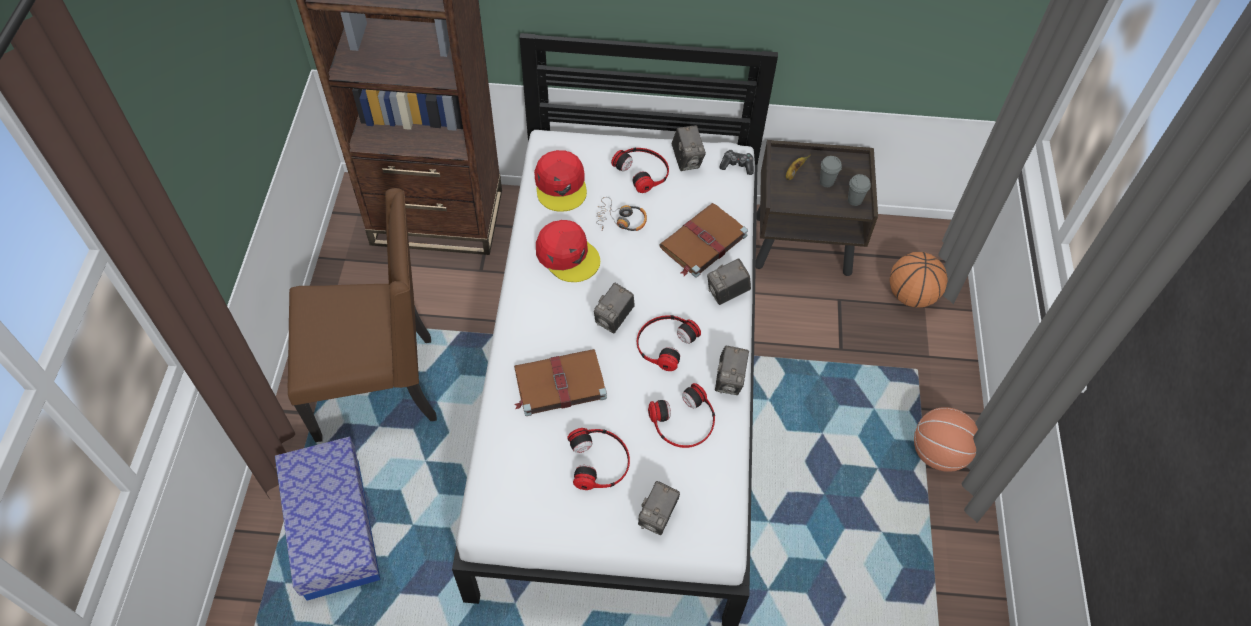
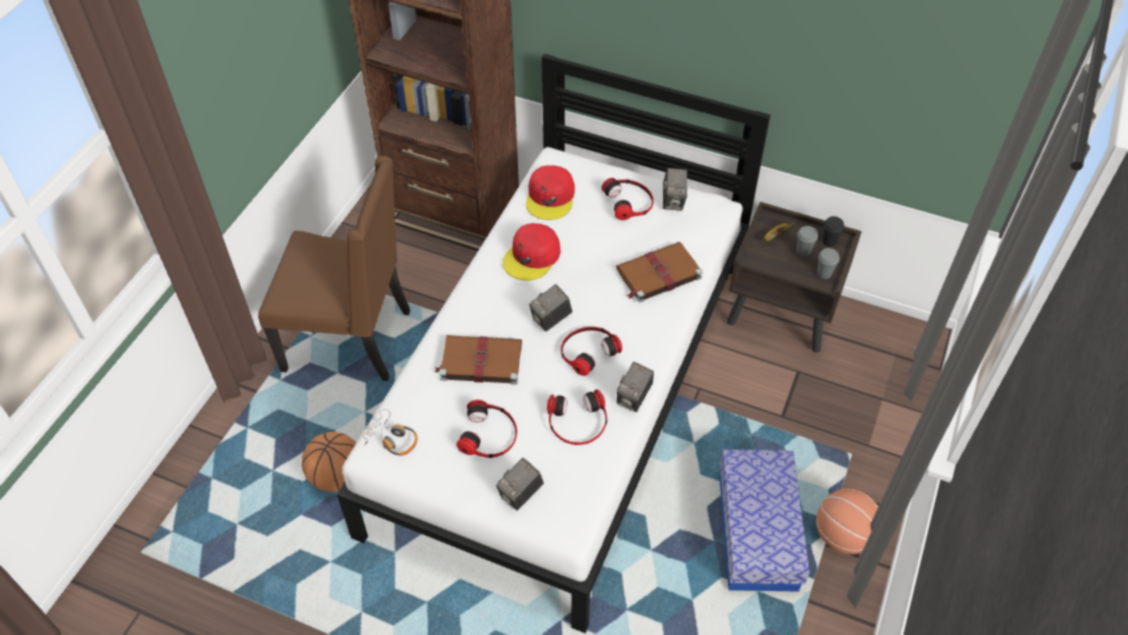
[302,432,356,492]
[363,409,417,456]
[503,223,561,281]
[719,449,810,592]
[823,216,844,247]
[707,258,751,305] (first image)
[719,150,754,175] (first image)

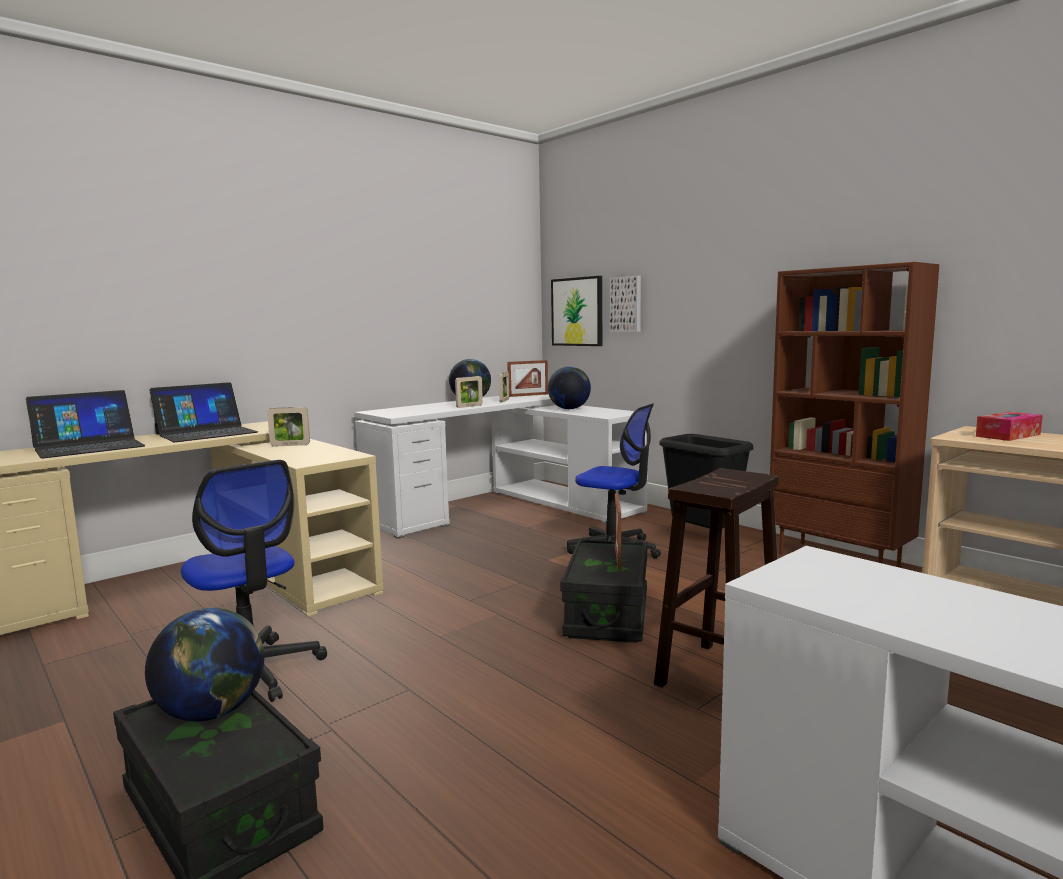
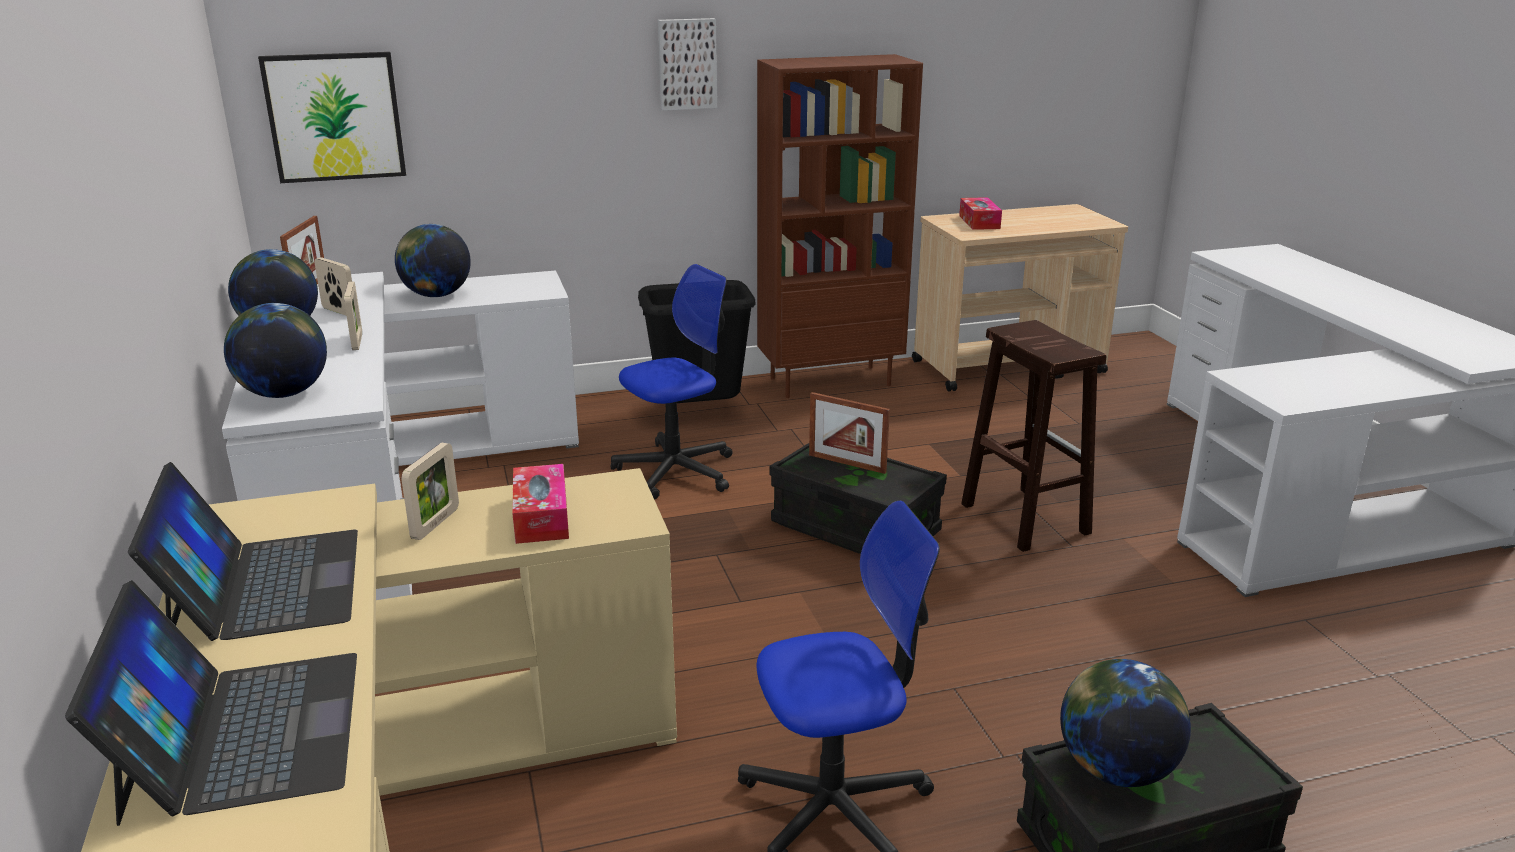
[224,303,327,398]
[512,464,569,544]
[658,18,717,111]

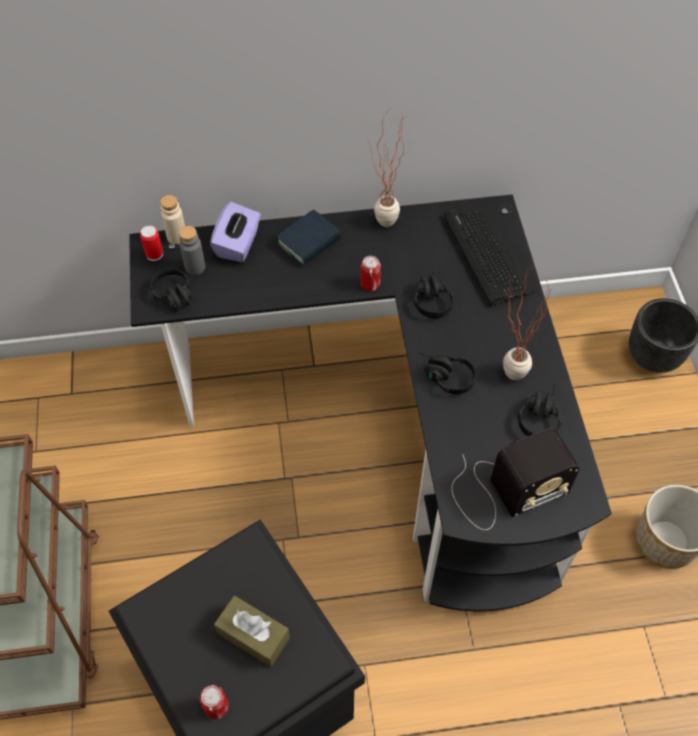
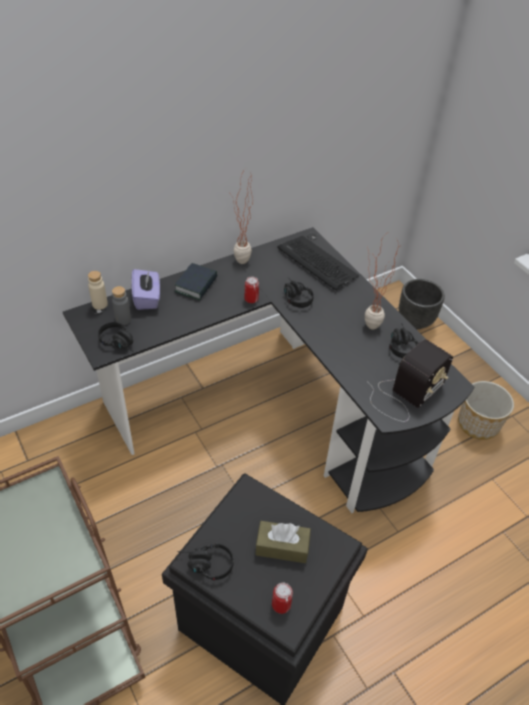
[178,543,234,580]
[140,225,163,261] (first image)

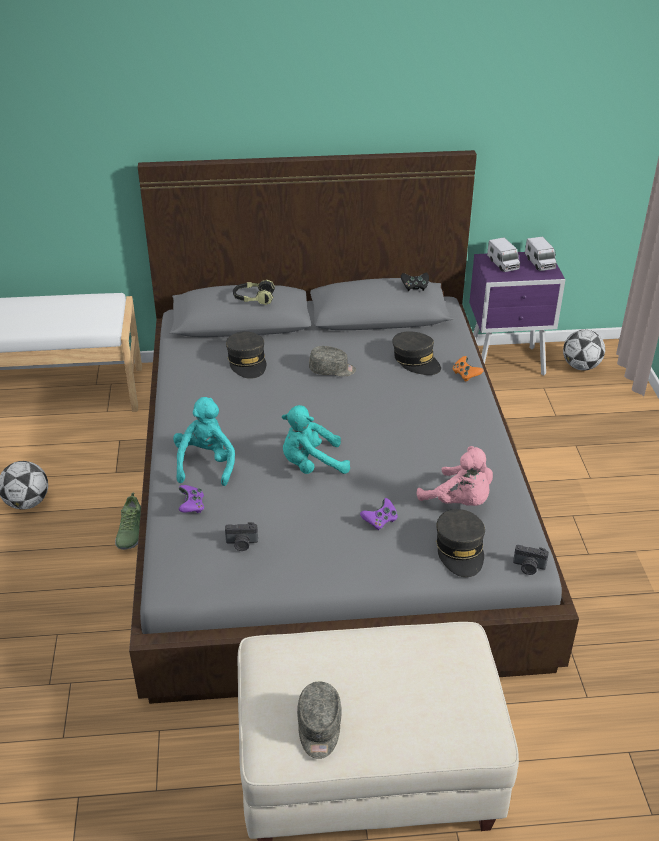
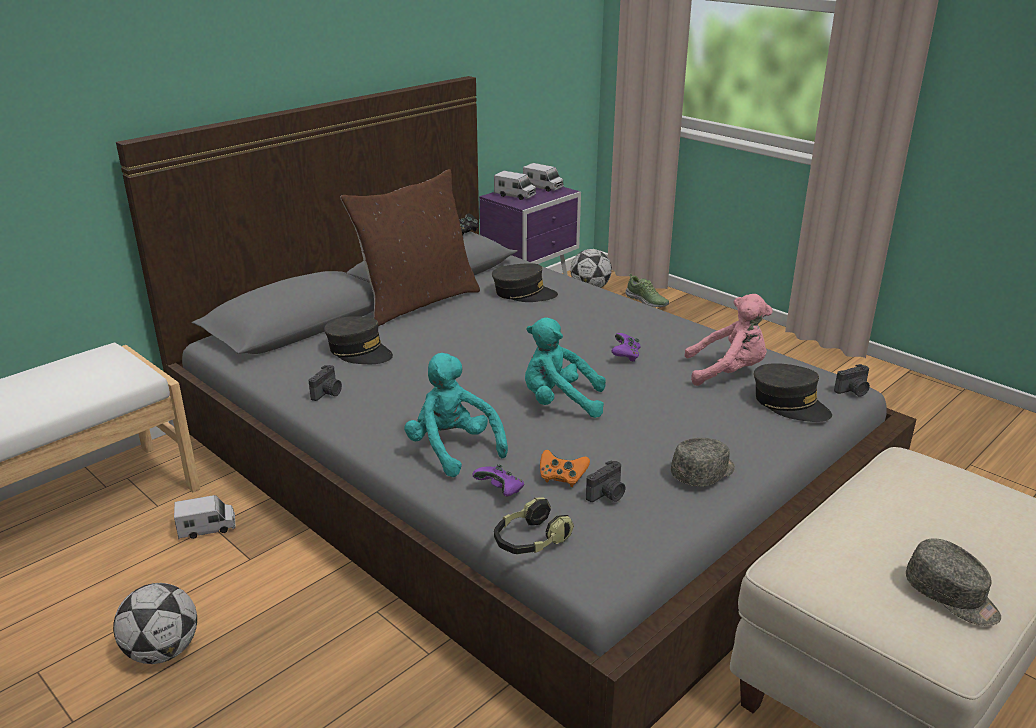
[174,495,236,539]
[308,365,342,401]
[340,169,480,326]
[494,497,574,554]
[525,318,606,418]
[540,450,590,487]
[612,333,640,362]
[625,274,669,307]
[671,438,735,487]

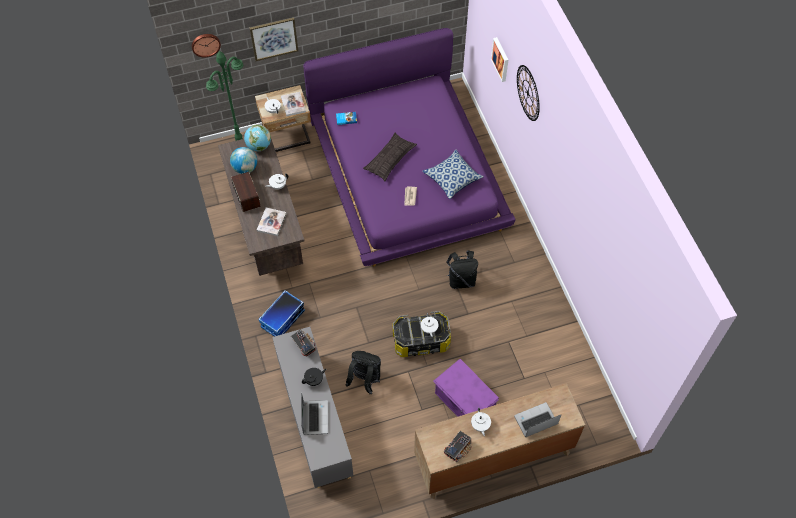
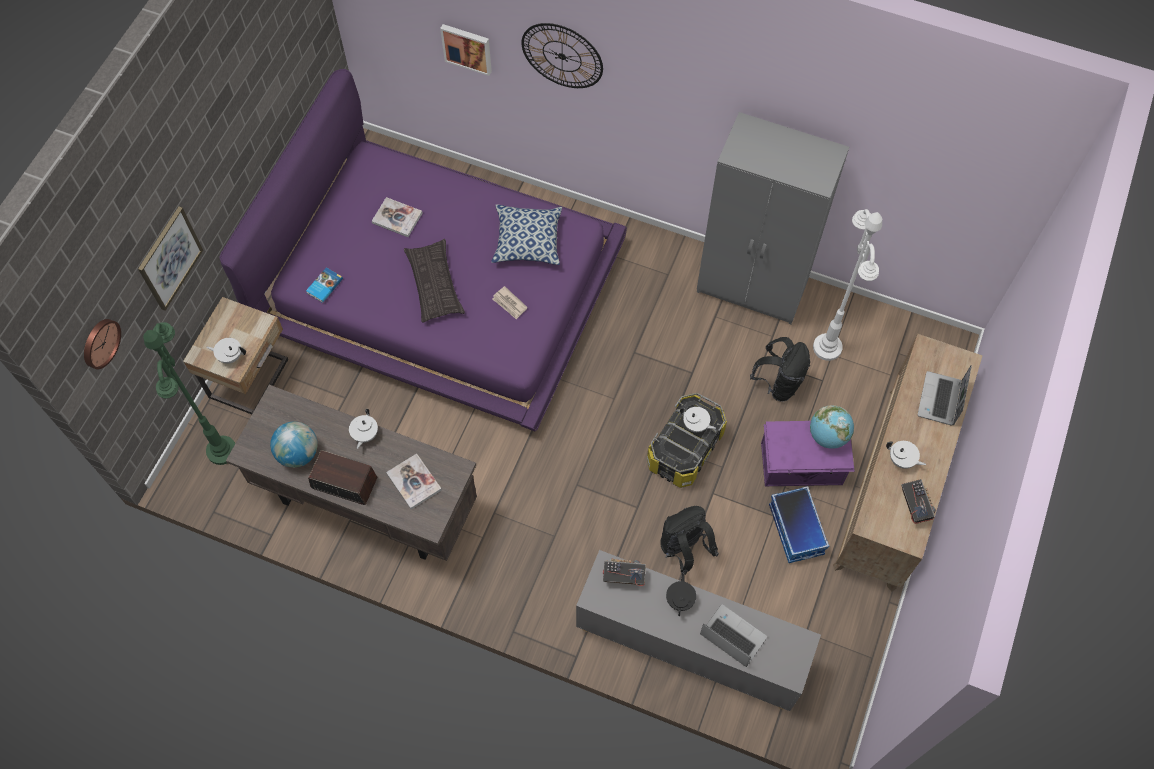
[372,197,422,237]
[697,112,849,324]
[750,337,810,402]
[769,486,829,563]
[810,405,854,449]
[813,209,882,361]

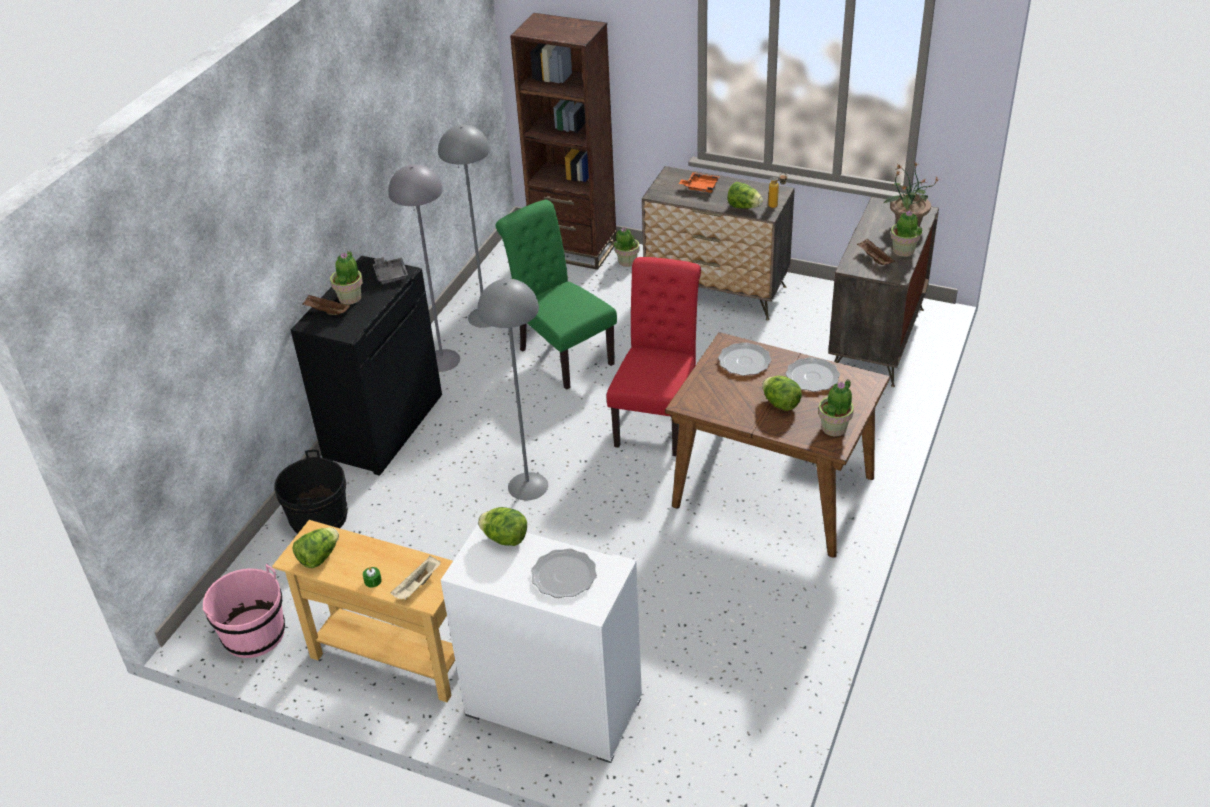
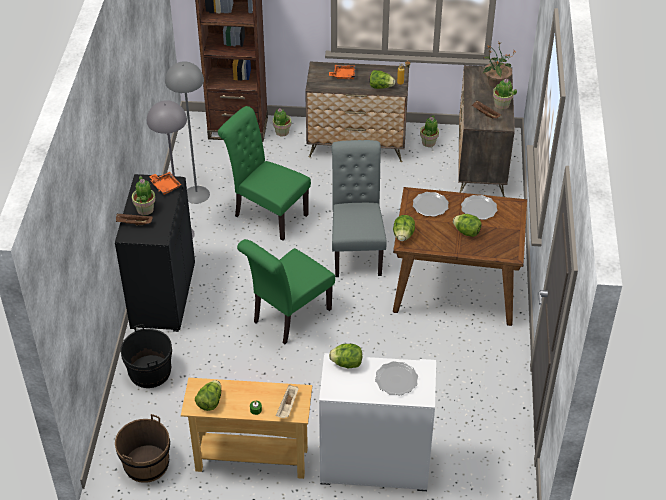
[115,414,170,483]
[149,172,181,195]
[237,239,335,344]
[331,140,387,277]
[393,215,415,241]
[420,115,439,147]

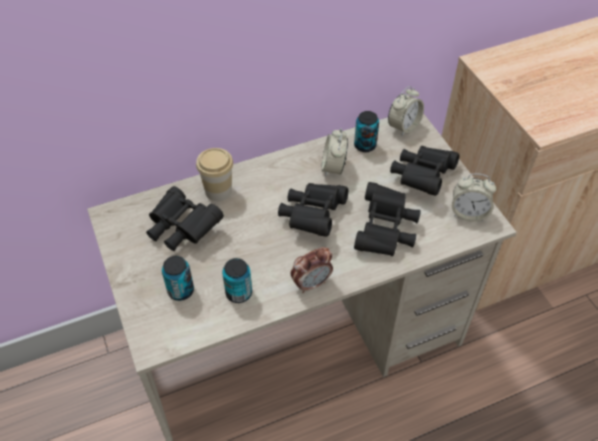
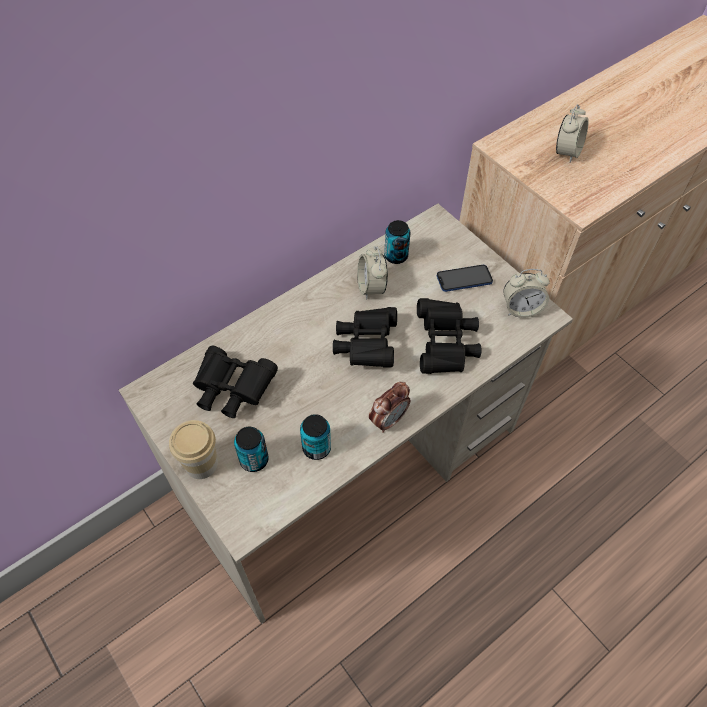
[169,420,218,479]
[437,265,493,292]
[556,104,589,162]

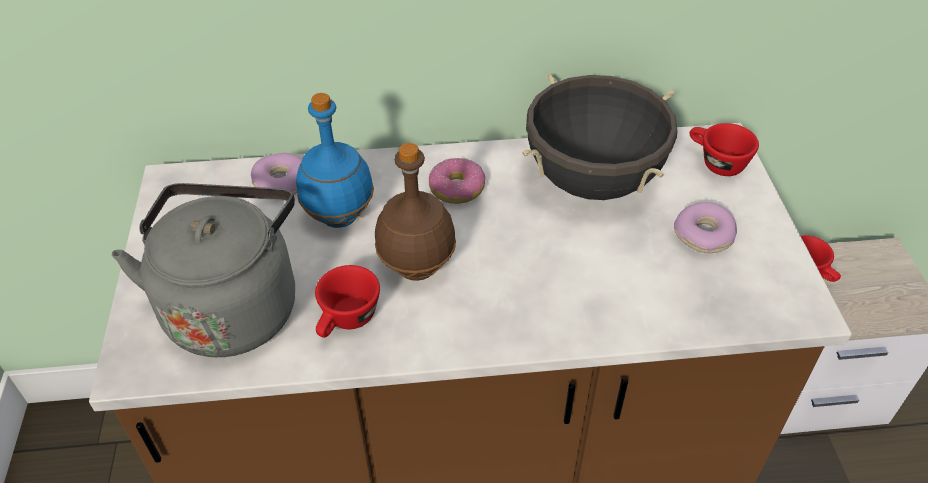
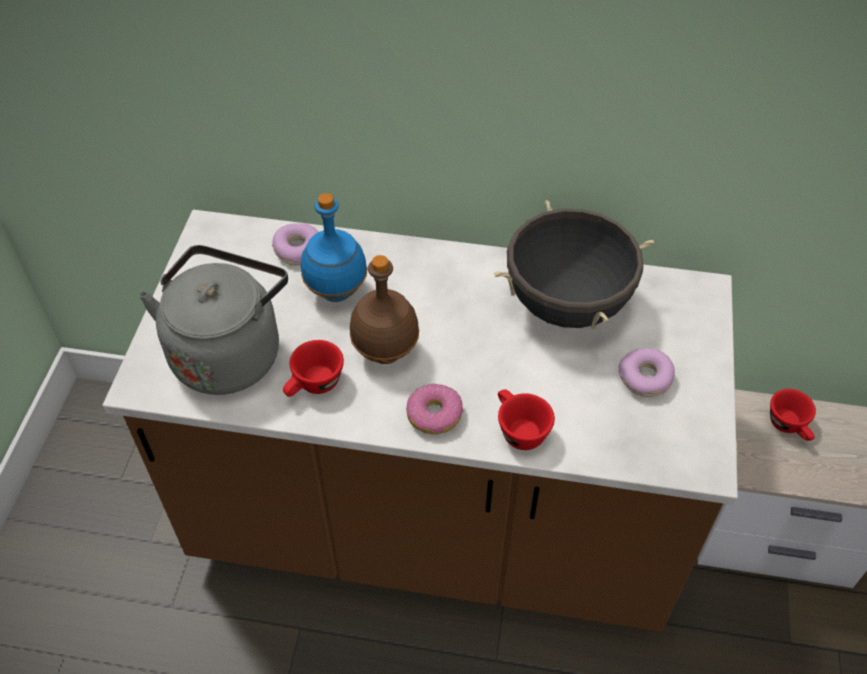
[406,383,463,434]
[498,389,555,450]

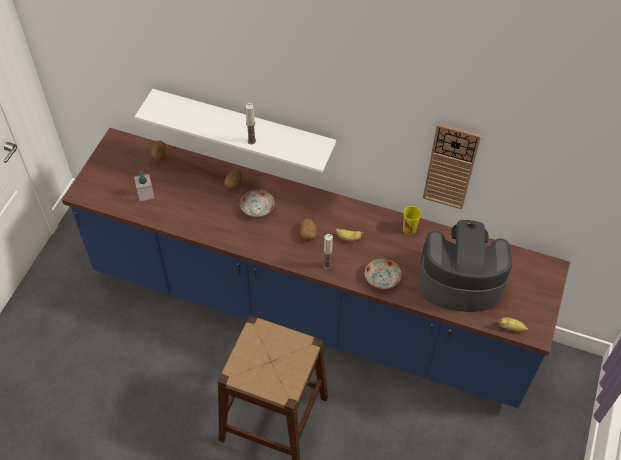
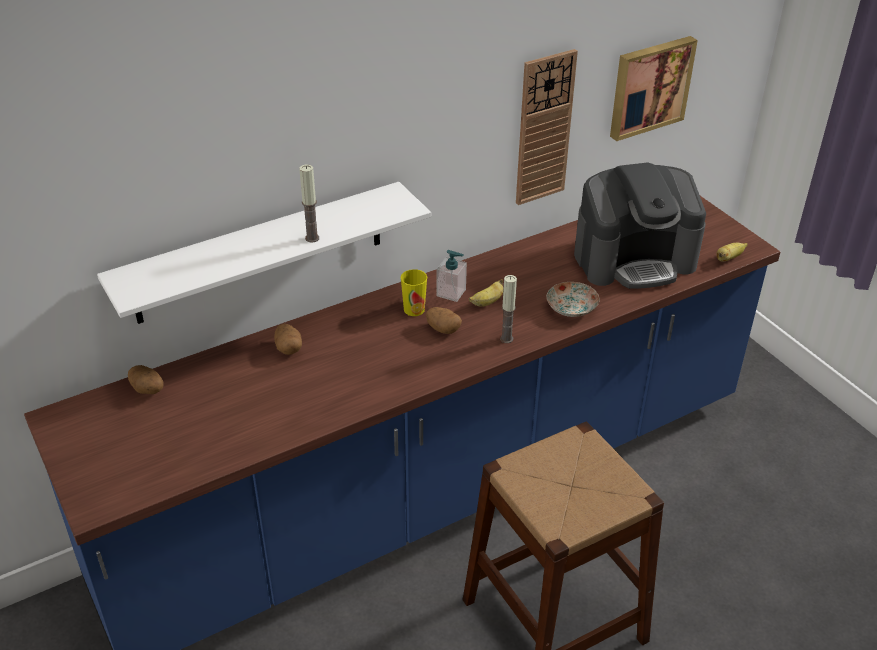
[401,269,427,316]
[436,250,467,302]
[574,162,706,289]
[610,36,698,141]
[240,189,275,217] (first image)

